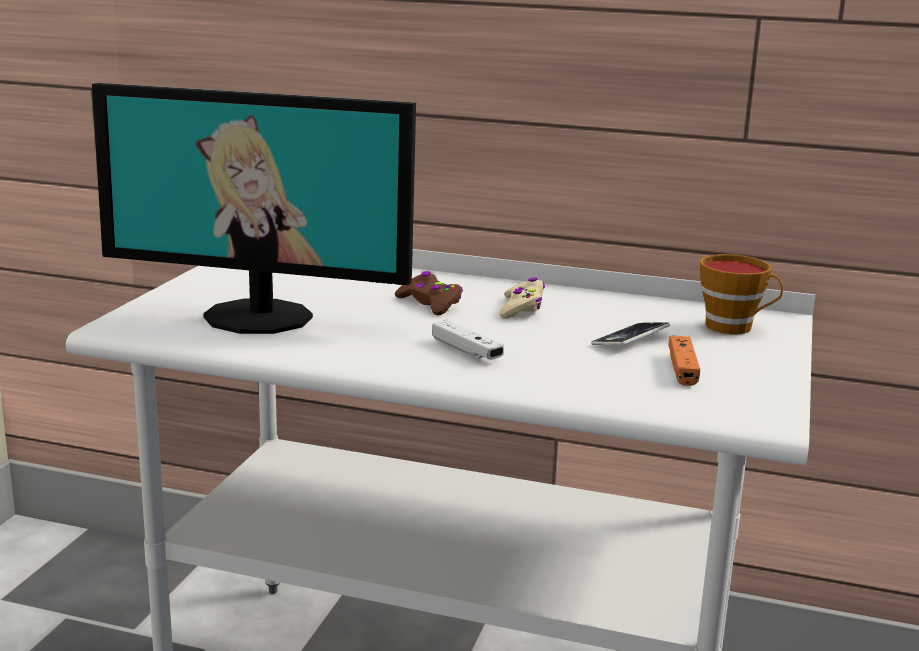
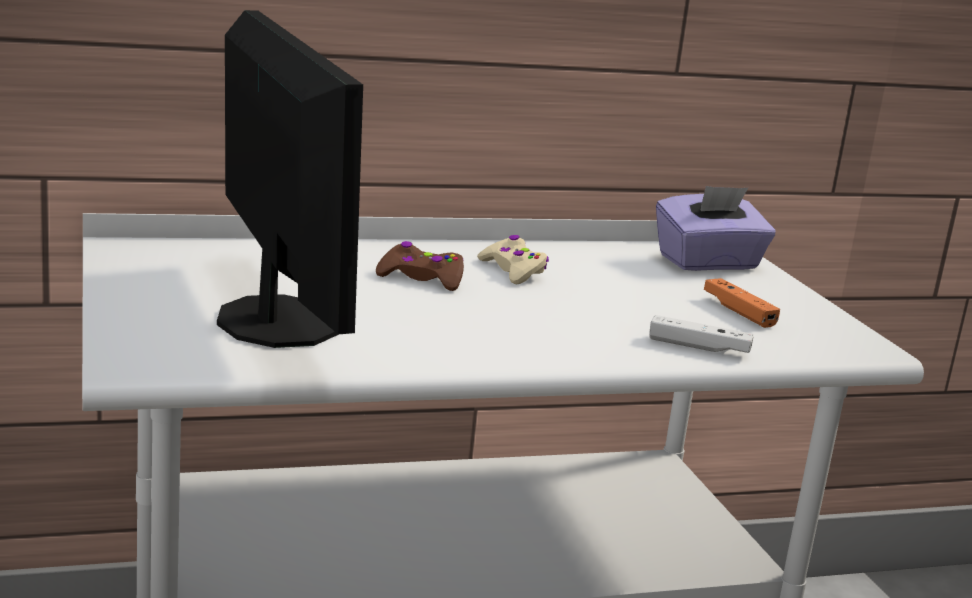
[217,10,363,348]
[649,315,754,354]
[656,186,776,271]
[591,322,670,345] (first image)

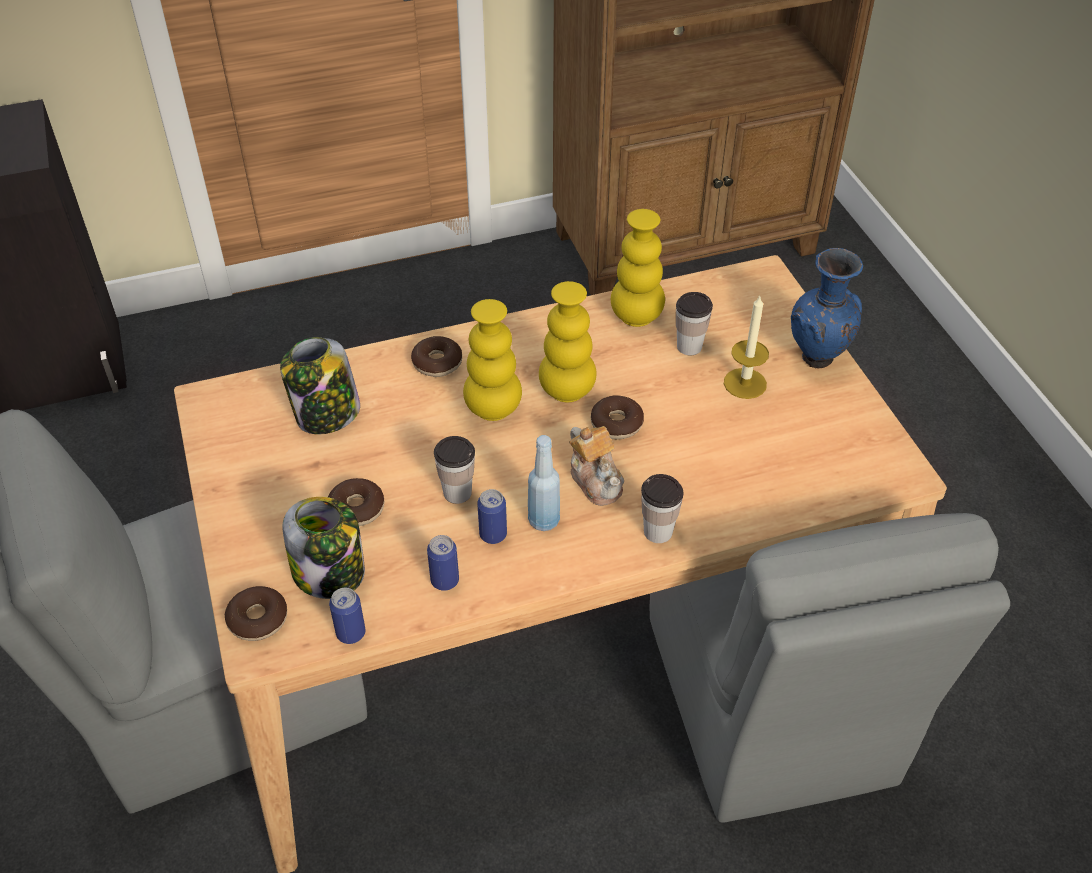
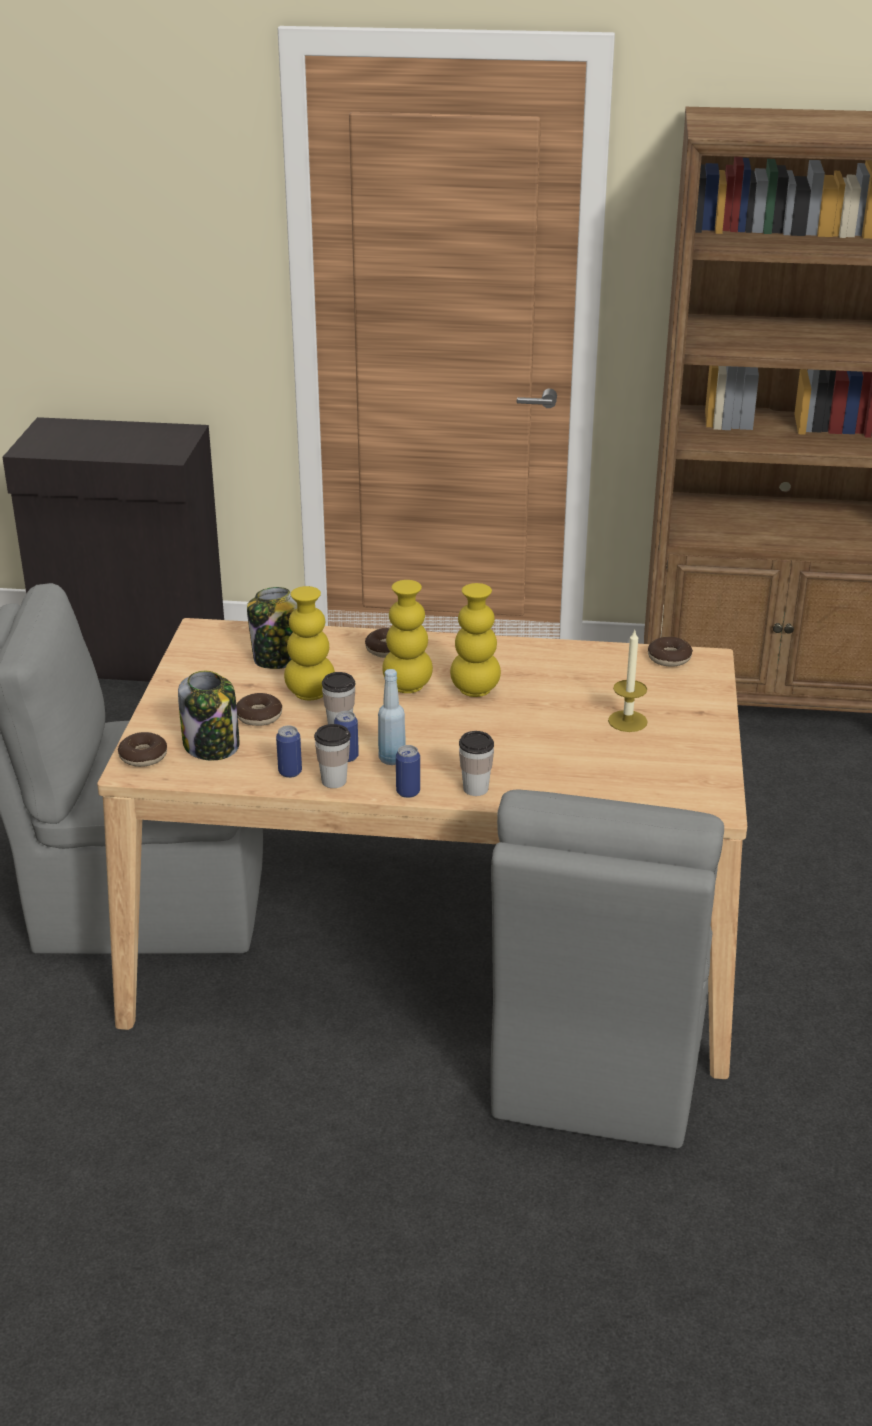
[284,586,335,700]
[314,724,350,788]
[396,745,420,798]
[648,637,693,667]
[569,426,624,506] (first image)
[791,248,863,368] (first image)

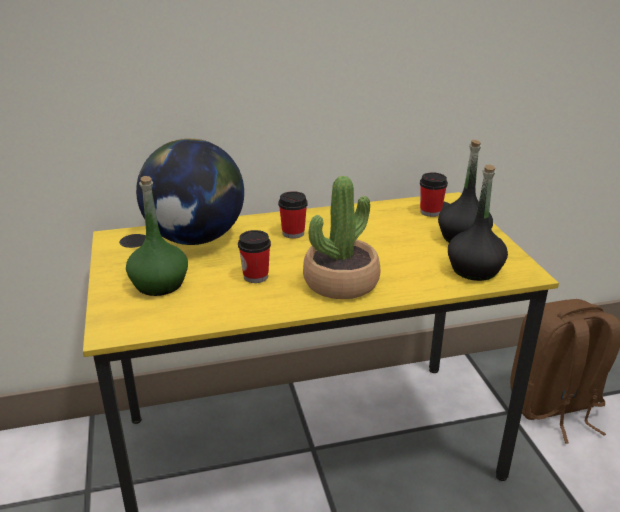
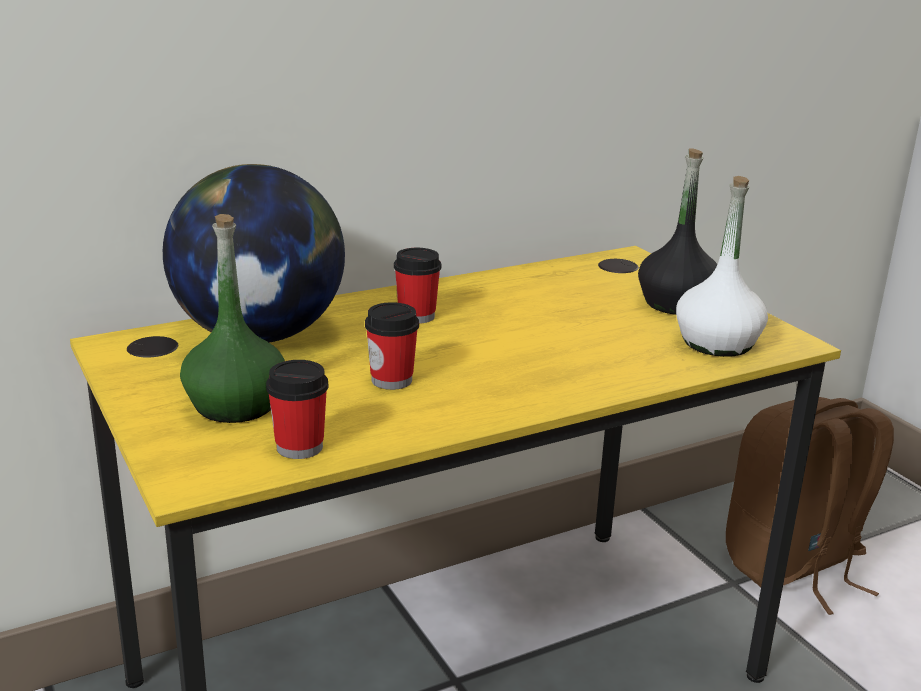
[266,360,329,459]
[676,176,768,357]
[303,176,381,299] (first image)

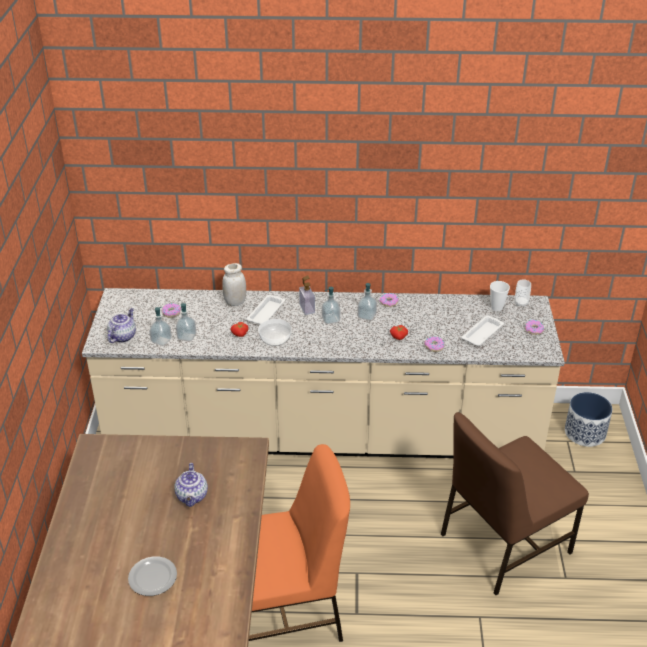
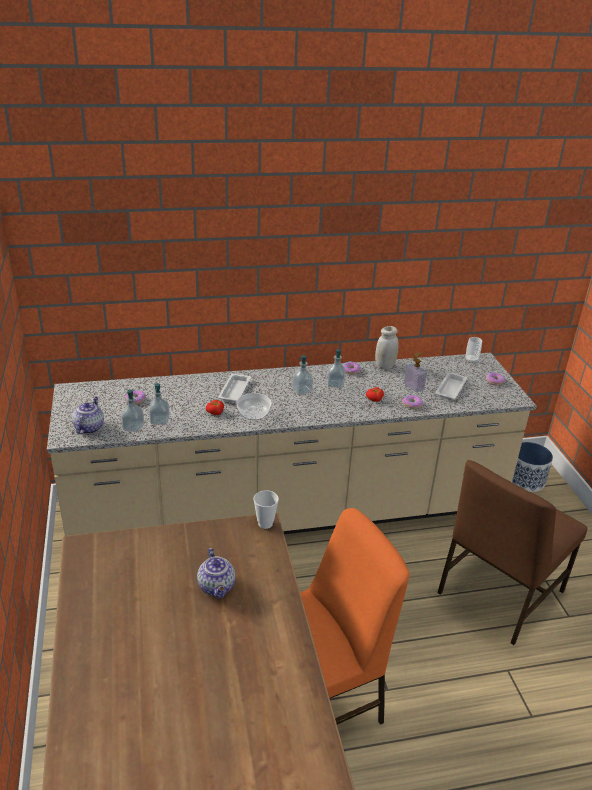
[253,490,279,529]
[375,326,399,370]
[404,351,427,392]
[128,556,177,596] (first image)

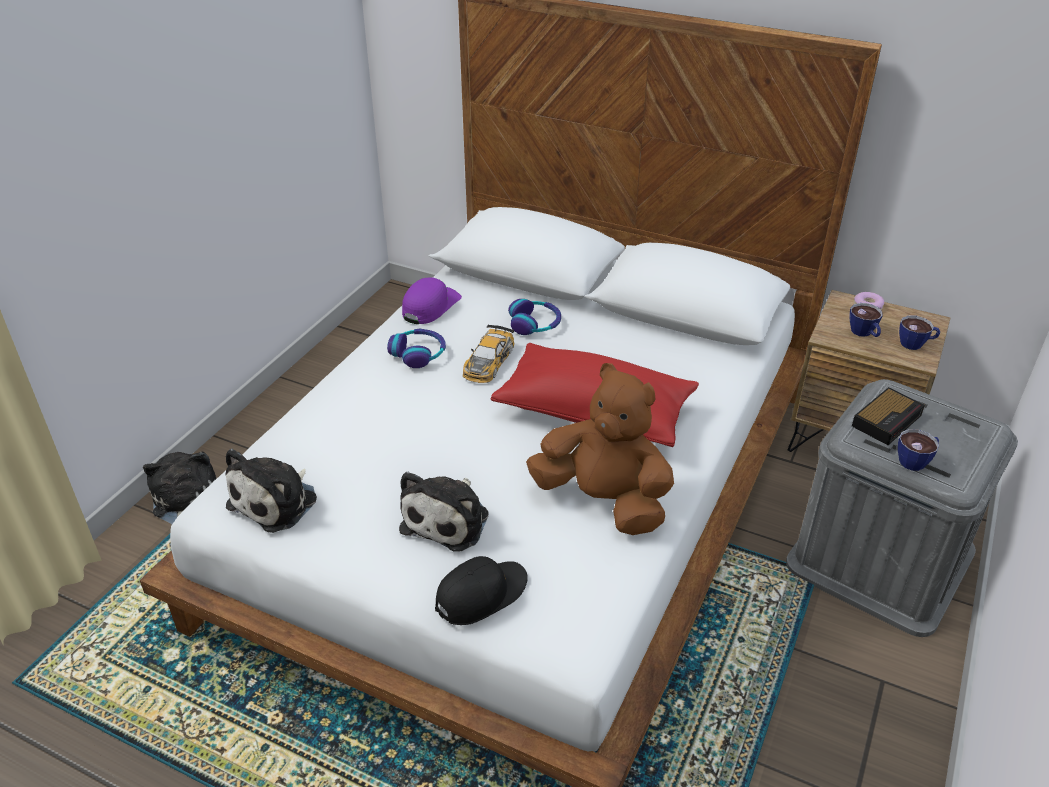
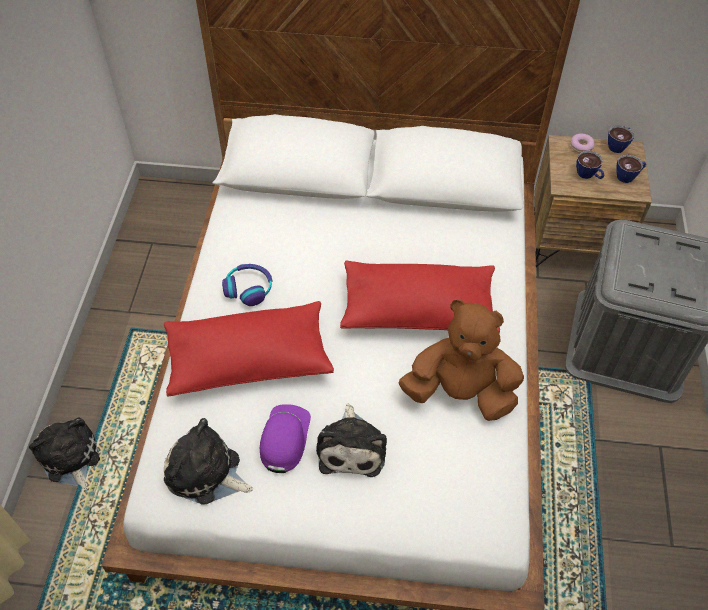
[164,301,334,396]
[164,418,253,505]
[260,404,311,473]
[608,125,634,153]
[435,556,528,625] (first image)
[463,324,514,383] (first image)
[508,299,561,335] (first image)
[852,387,925,445] (first image)

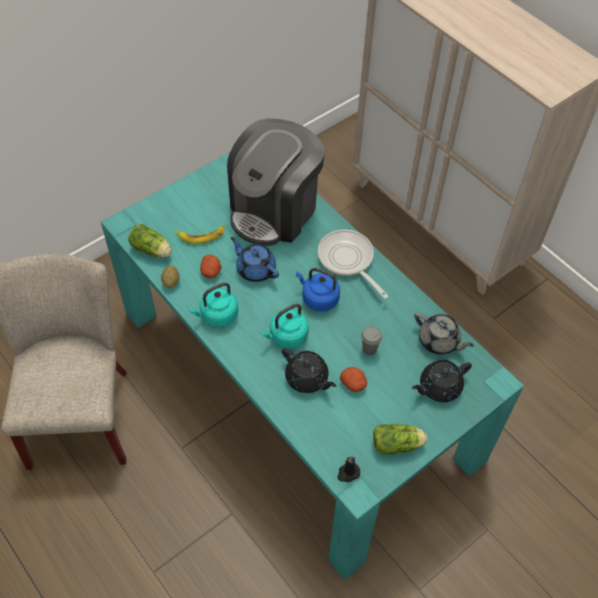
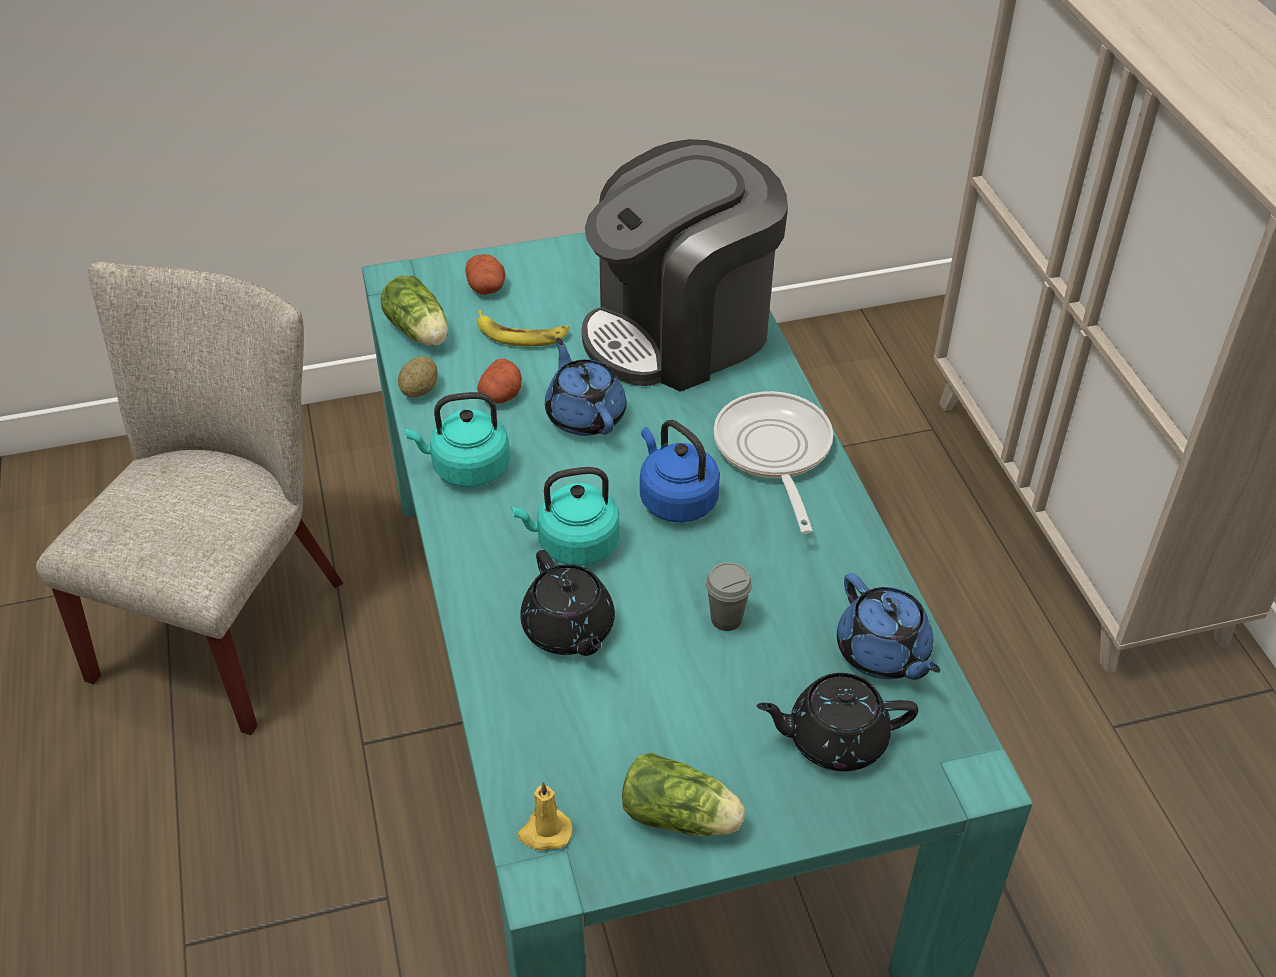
[465,254,506,295]
[517,782,573,851]
[837,573,940,679]

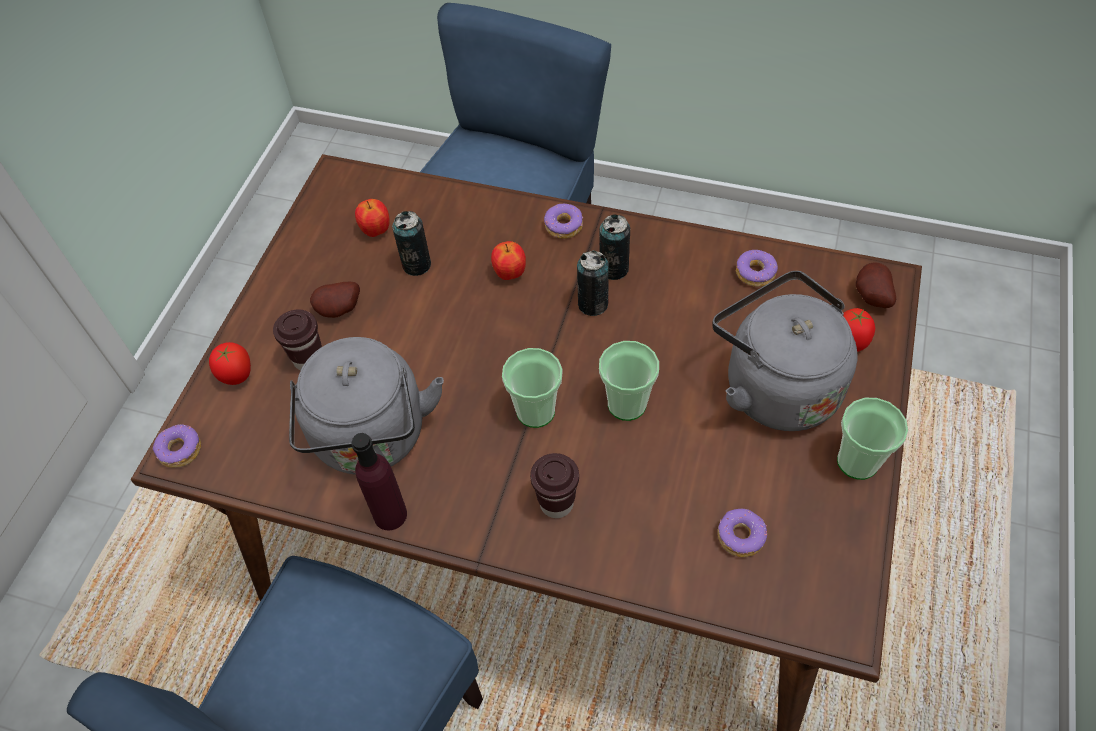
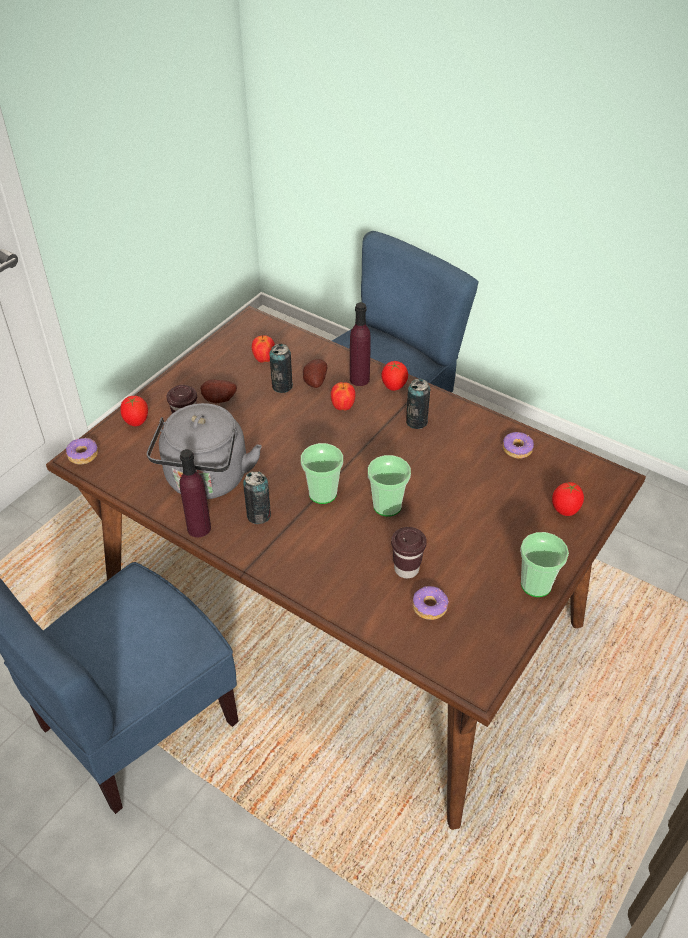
[243,471,271,524]
[303,359,327,388]
[350,302,371,386]
[382,361,408,391]
[391,527,427,578]
[712,271,857,431] (first image)

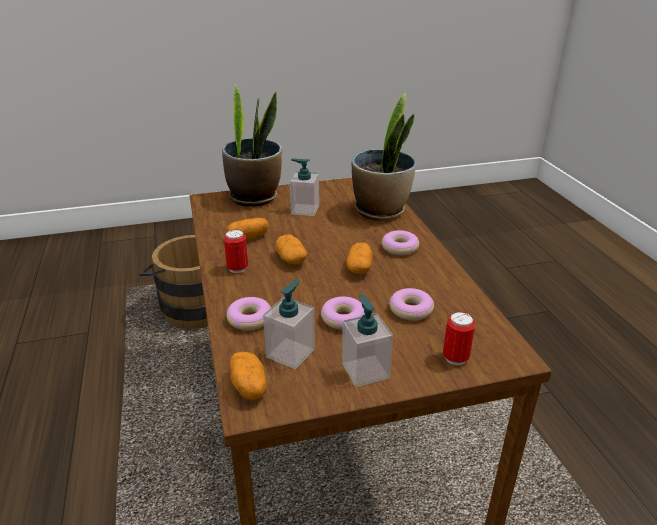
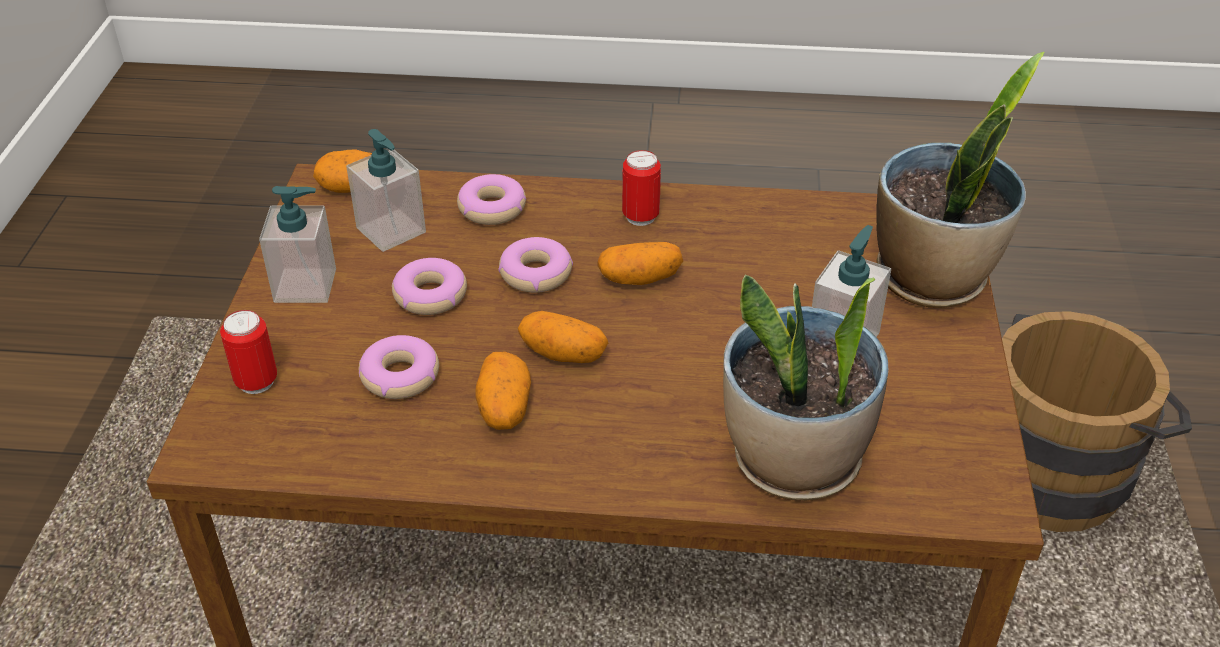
[475,352,531,430]
[498,237,573,293]

